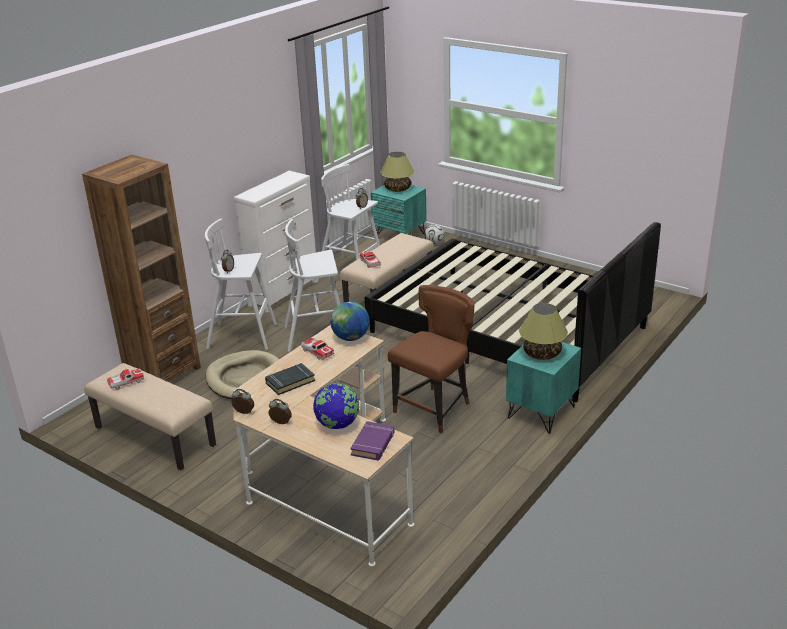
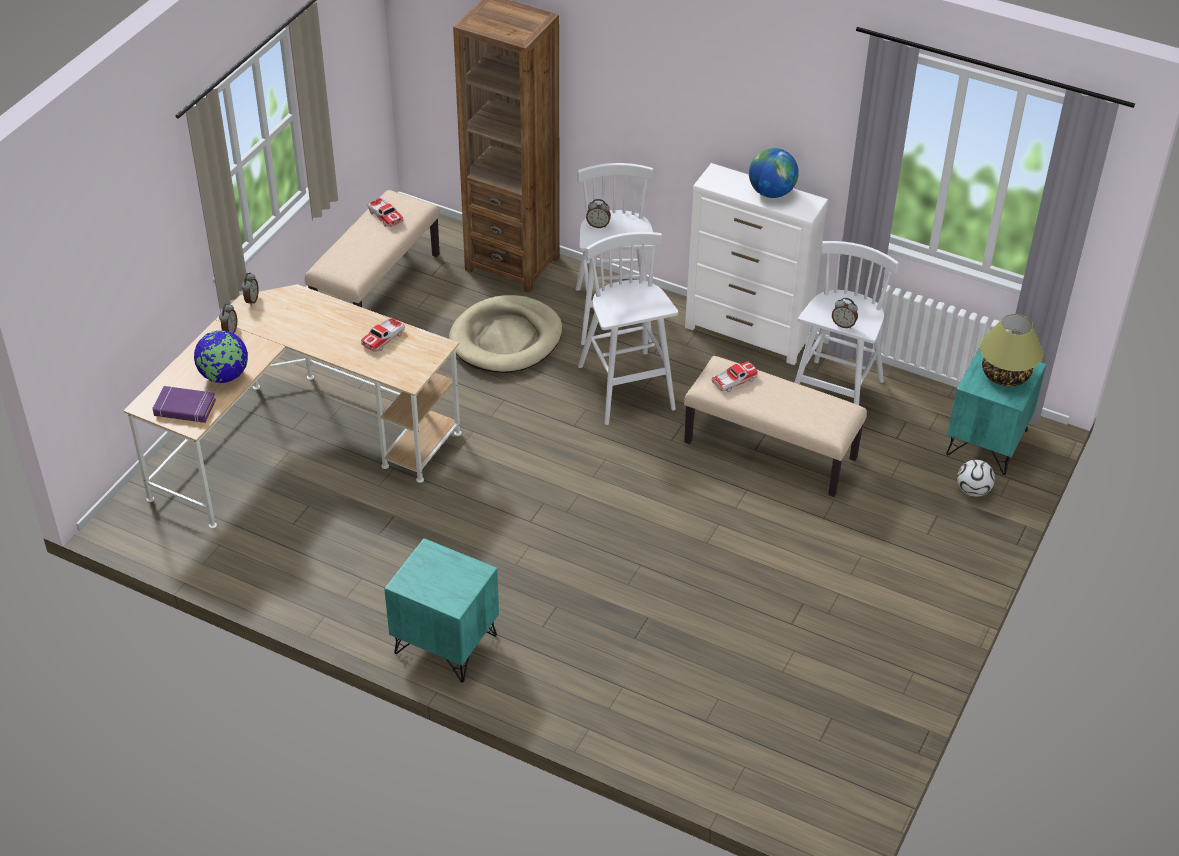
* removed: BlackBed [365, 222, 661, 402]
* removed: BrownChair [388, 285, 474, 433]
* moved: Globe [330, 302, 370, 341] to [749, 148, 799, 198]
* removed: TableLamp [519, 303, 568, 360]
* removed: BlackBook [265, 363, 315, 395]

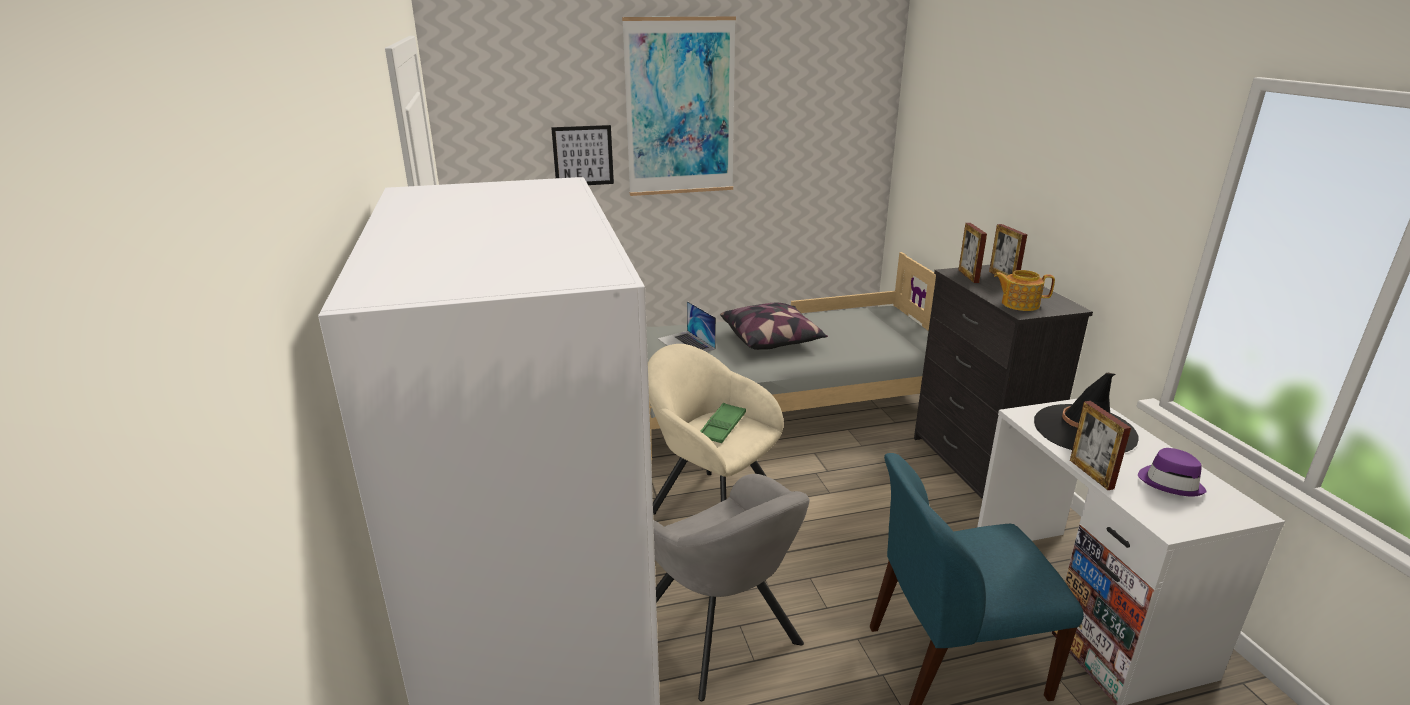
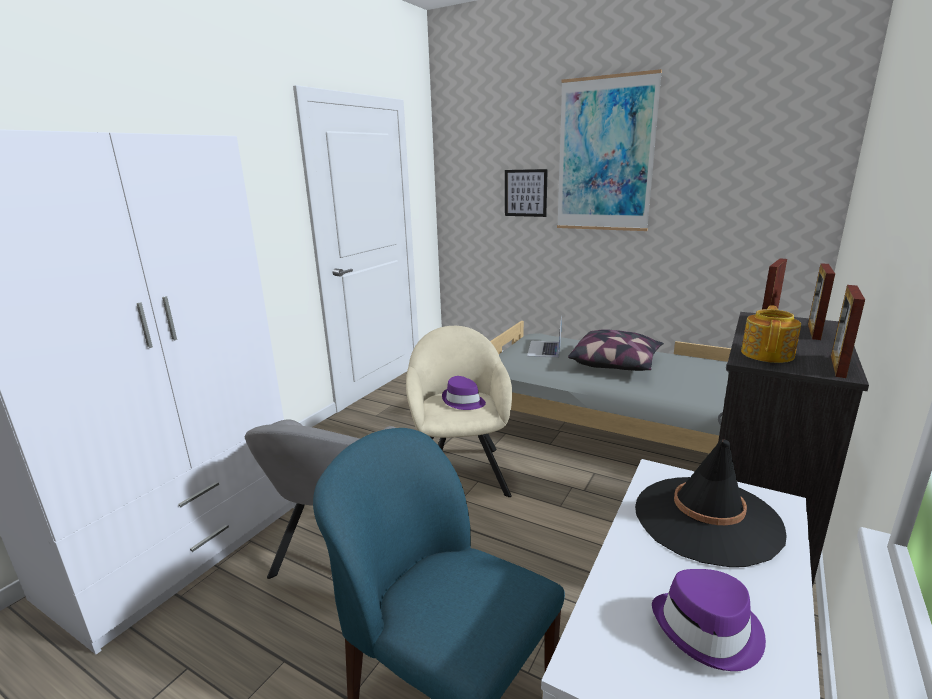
* turned: Teapot [994, 270, 1055, 311] = [741, 305, 801, 363] 60 degrees clockwise
* moved: PictureFrame [1070, 401, 1131, 490] to [831, 285, 865, 378]
* replaced: GreenTray [700, 403, 746, 443] to PurpleHat [442, 376, 486, 410]

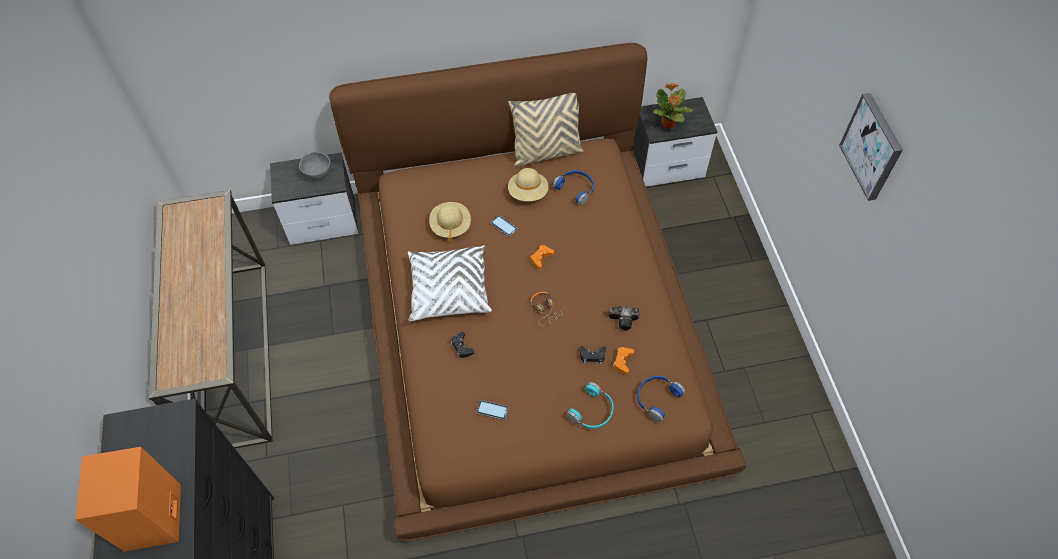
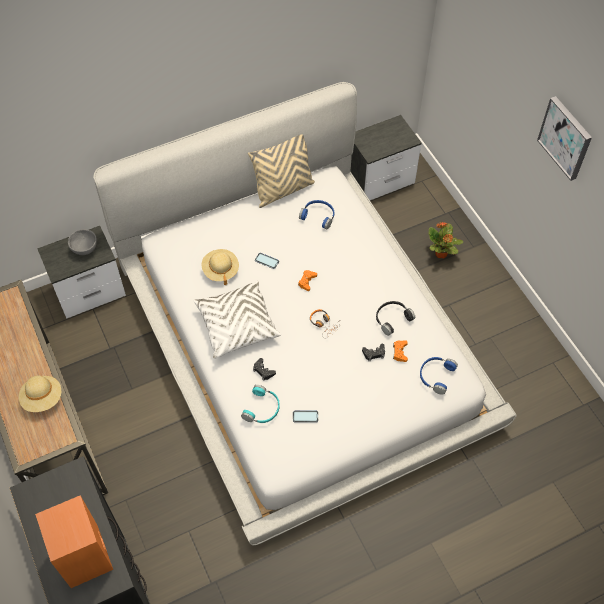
* recoloured: BrownBed [329, 43, 747, 542] to WhiteBed [93, 82, 516, 545]
* moved: PottedPlant [653, 83, 693, 129] to [429, 222, 463, 258]
* moved: BeigeHat [508, 168, 549, 201] to [19, 376, 61, 412]
* replaced: PhotoCamera [609, 306, 640, 330] to BlackHeadphones [376, 301, 415, 336]
* moved: TurquoiseHeadphones [566, 382, 614, 429] to [241, 385, 280, 423]

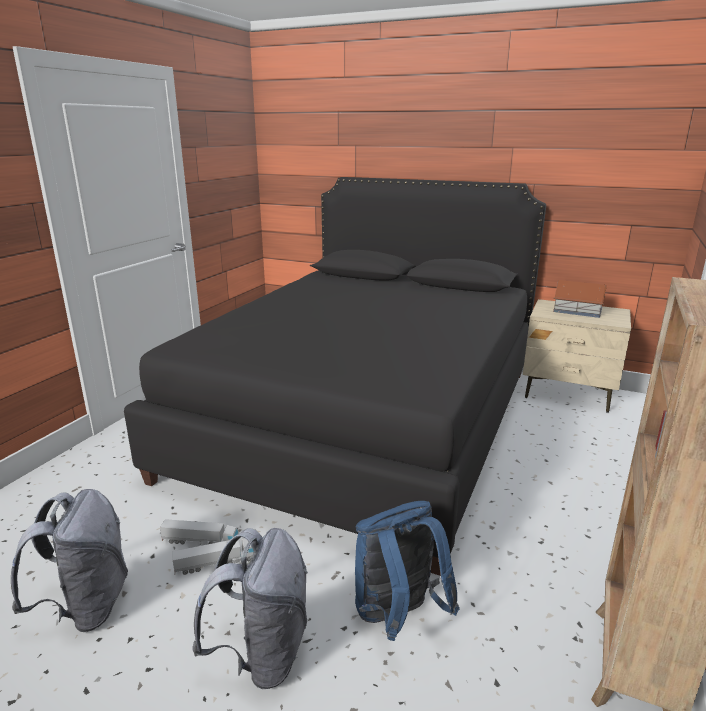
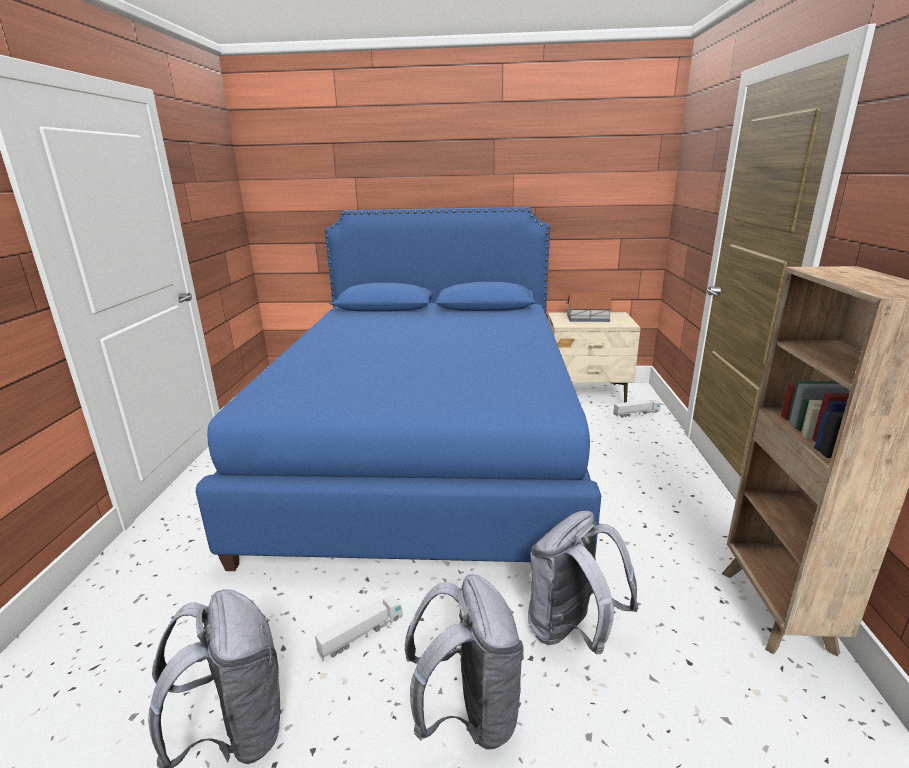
* recoloured: BlackBed [124, 177, 546, 576] to BlueBed [196, 207, 601, 571]
* recoloured: BlueBackpack [355, 501, 460, 641] to GreyBackpack [528, 511, 638, 654]
* moved: ToyTruck [160, 519, 239, 545] to [613, 399, 660, 418]

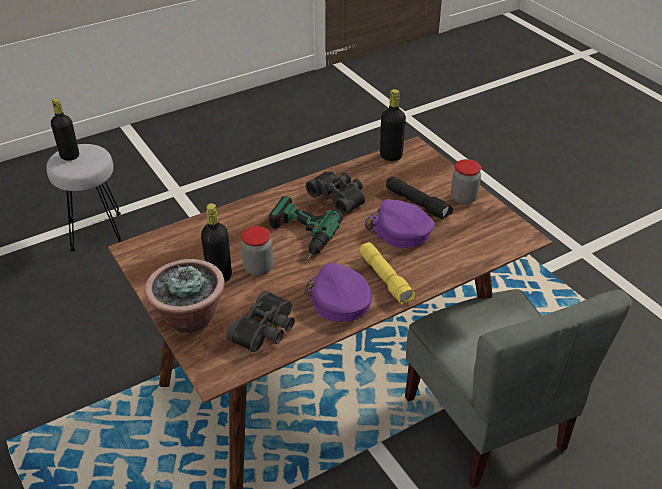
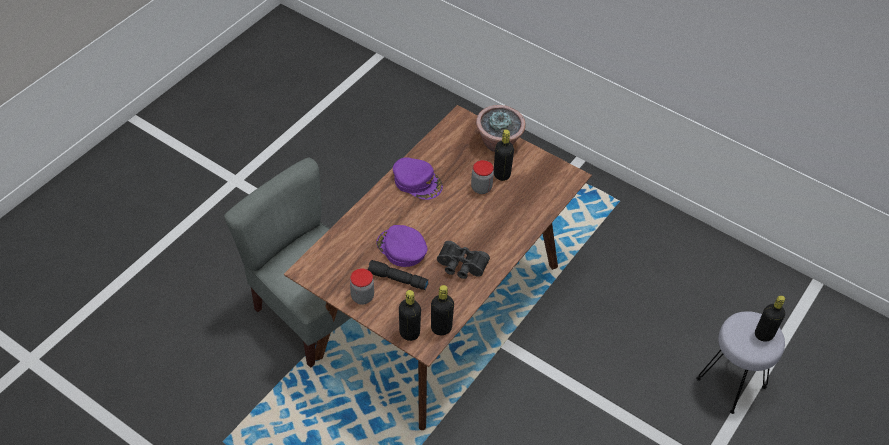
* removed: PowerDrill [269, 196, 343, 264]
* turned: PurpleCap [365, 199, 435, 248] = [376, 225, 428, 267] 150 degrees counterclockwise
* removed: YellowFlashlight [360, 242, 416, 304]
* removed: BlackBinoculars [226, 290, 295, 352]
* added: BlackBottle [399, 290, 421, 341]

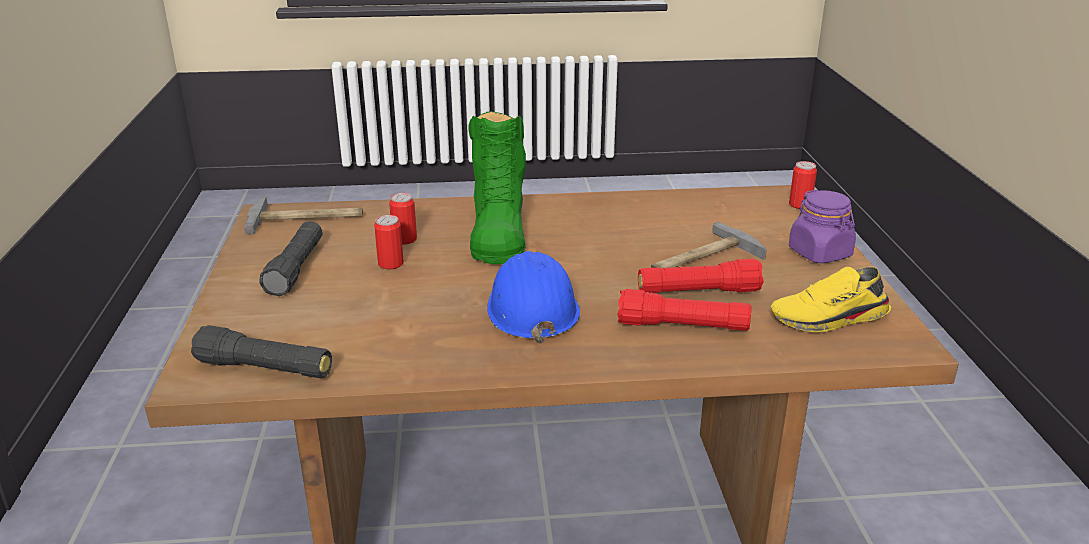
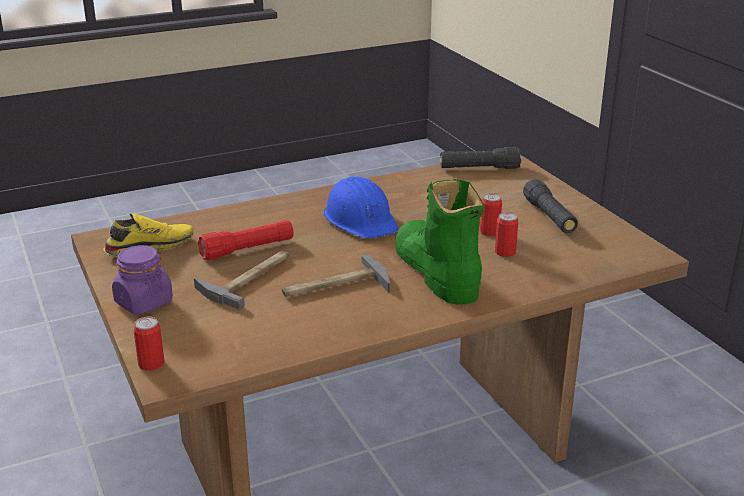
* moved: Hammer [244, 196, 363, 235] to [282, 253, 390, 297]
* removed: RedFlashlight [617, 289, 751, 331]

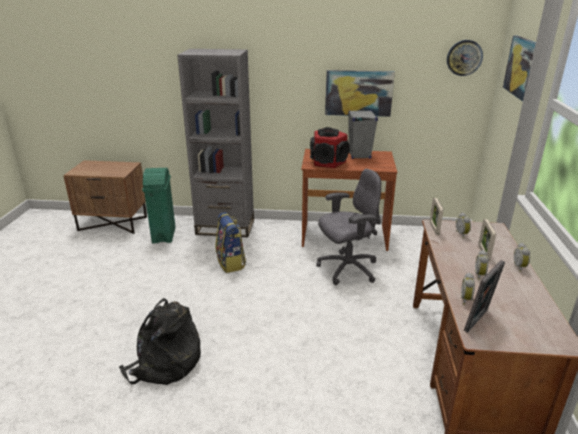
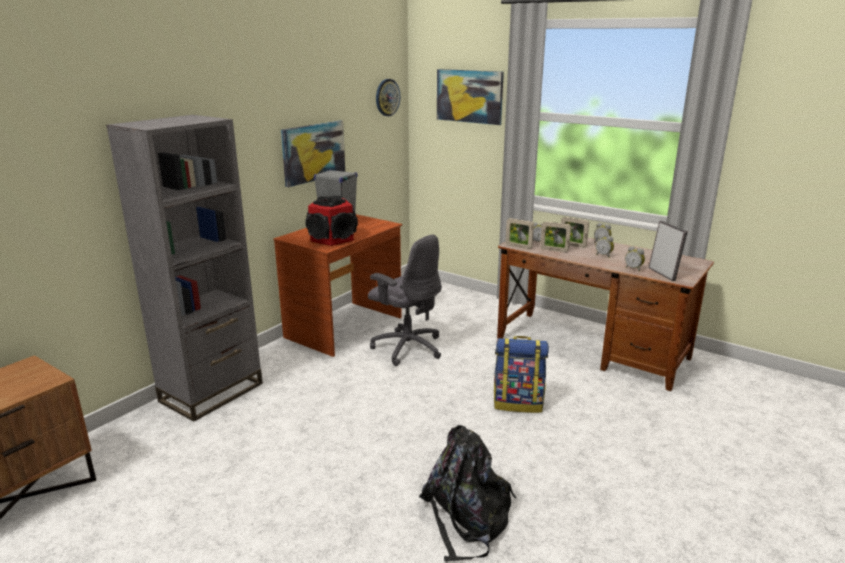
* removed: GreenTrashCan [142, 168, 176, 243]
* turned: GreyOfficeChair [316, 169, 381, 285] = [368, 235, 442, 366] 120 degrees clockwise
* moved: Backpack [216, 212, 246, 273] to [494, 336, 549, 413]
* added: PictureFrame [540, 221, 571, 252]

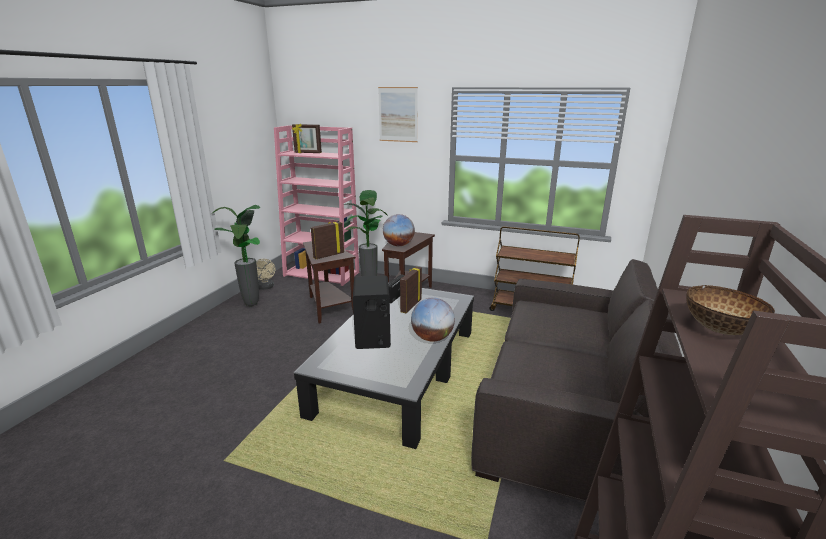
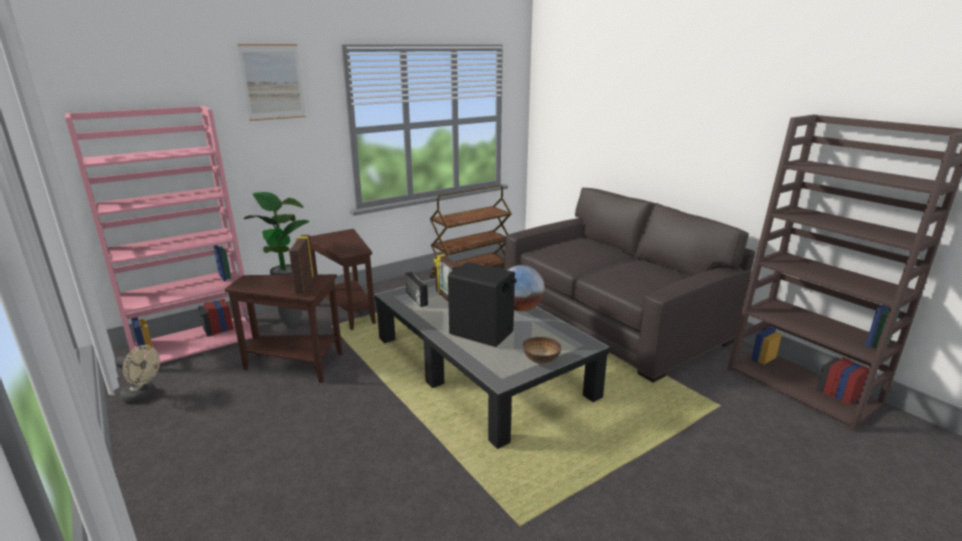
* removed: PictureFrame [292, 123, 322, 153]
* removed: PottedPlant [213, 205, 260, 306]
* removed: Globe [383, 214, 415, 246]
* moved: Bowl [686, 285, 775, 335] to [523, 337, 562, 364]

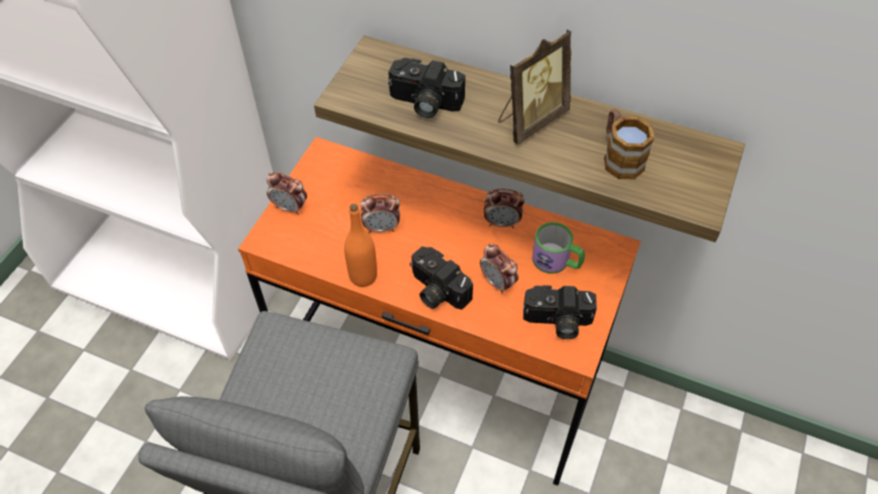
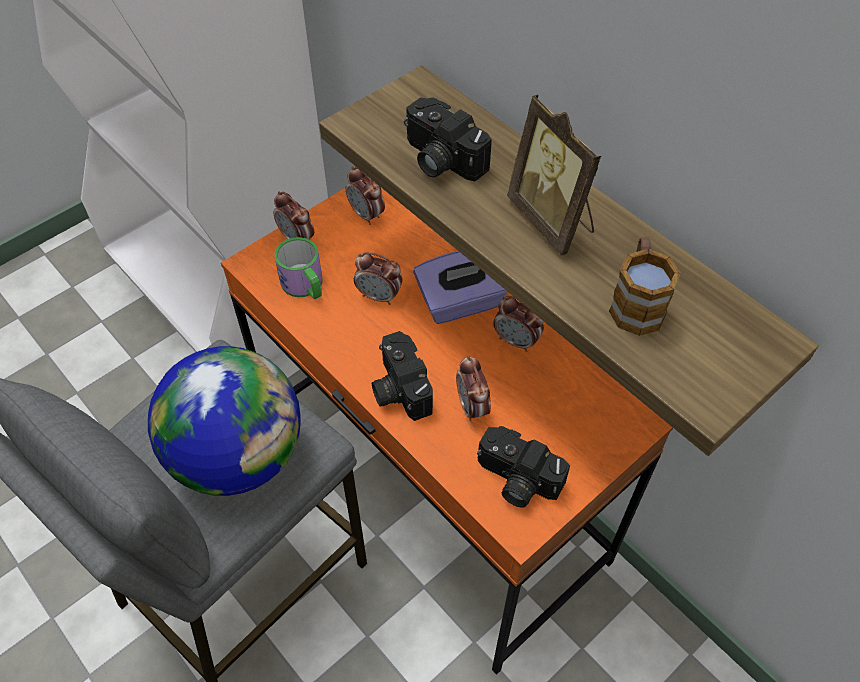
* turned: PictureFrame [498, 30, 571, 145] = [507, 95, 601, 255] 75 degrees clockwise
* removed: OrangeBottle [344, 204, 377, 287]
* moved: Mug [532, 222, 585, 274] to [275, 237, 323, 299]
* added: AlarmClock [346, 166, 385, 225]
* added: PurpleTissueBox [413, 251, 508, 324]
* added: Globe [148, 346, 301, 496]

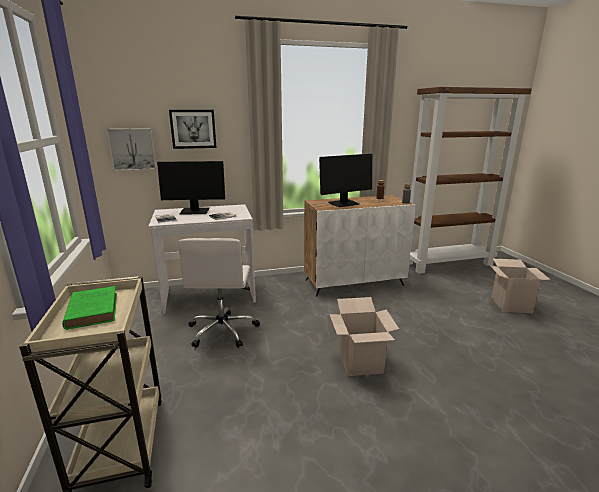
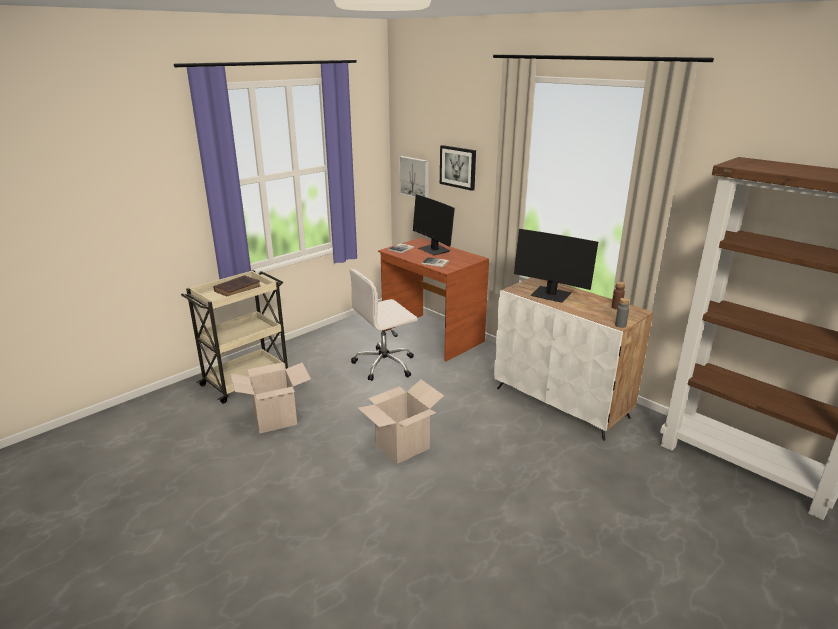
* recoloured: WhiteDesk [148, 204, 256, 314] to BrownDesk [378, 238, 489, 361]
* moved: CardboardBox [490, 259, 551, 313] to [230, 362, 311, 433]
* recoloured: GreenBook [62, 286, 117, 330] to BrownBook [214, 275, 261, 297]

